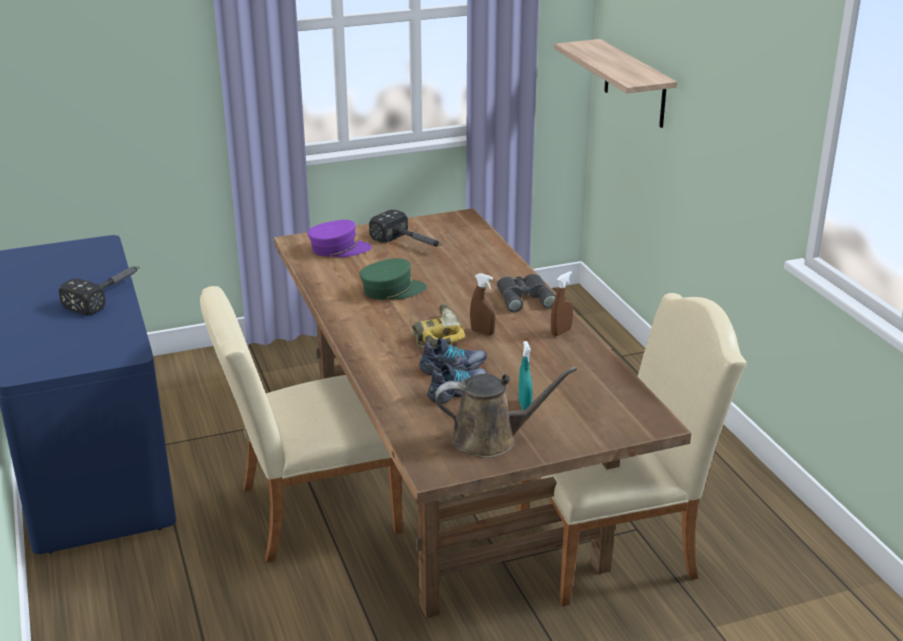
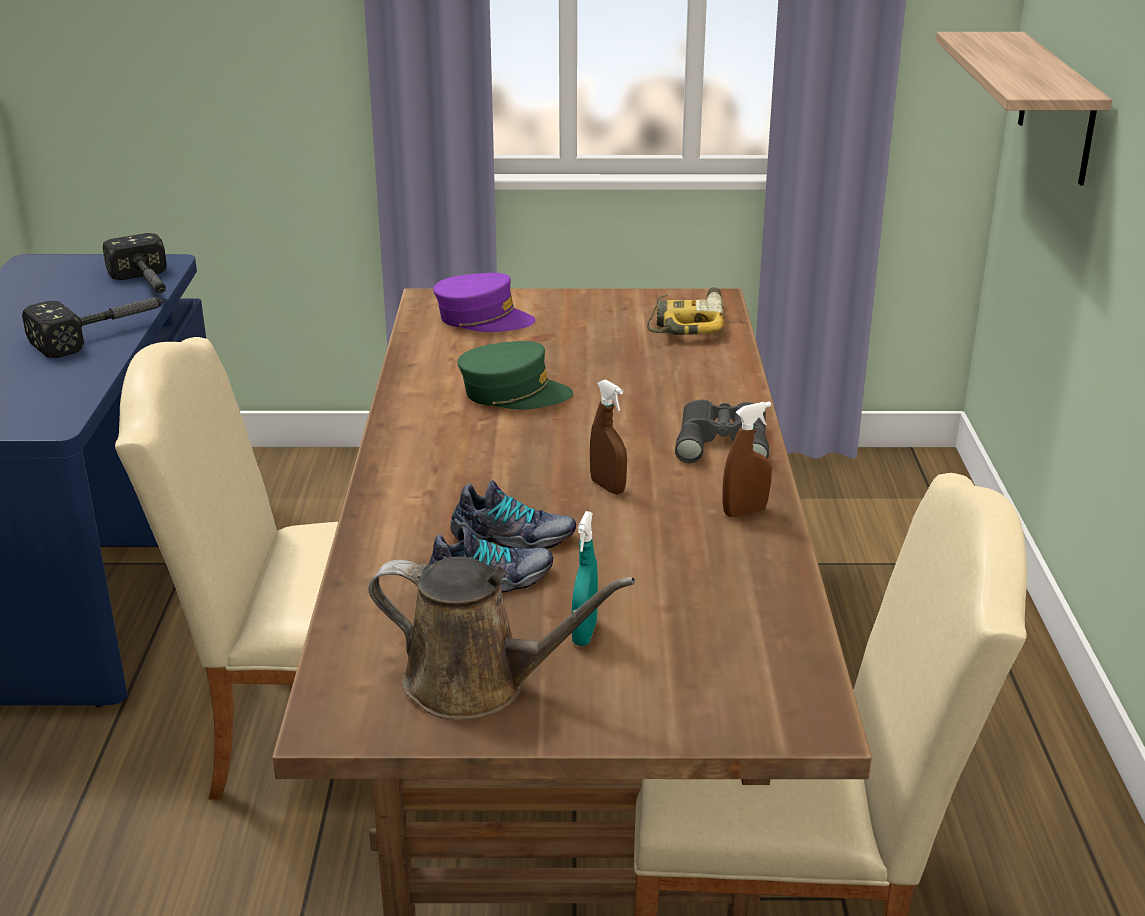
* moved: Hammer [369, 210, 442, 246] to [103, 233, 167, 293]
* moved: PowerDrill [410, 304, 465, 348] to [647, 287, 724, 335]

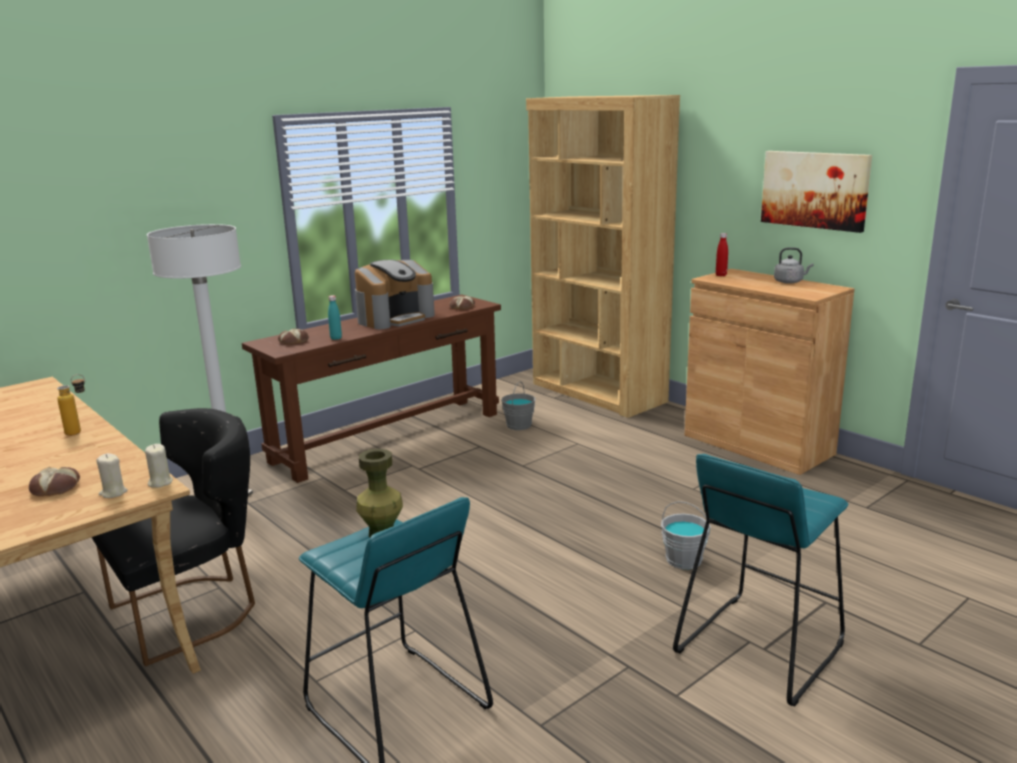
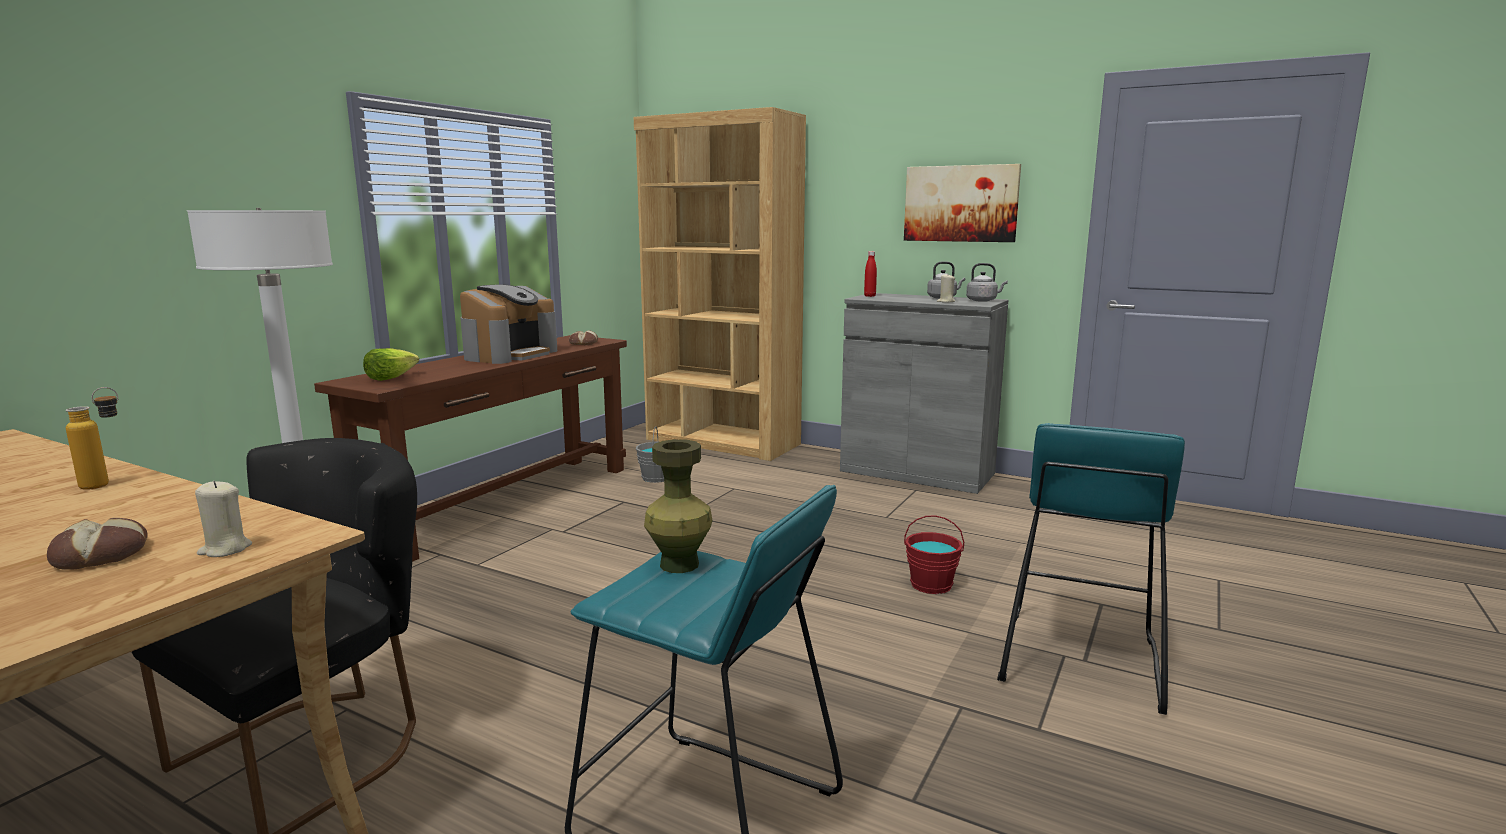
* recoloured: BrownCabinet [685, 269, 855, 475] to GreyCabinet [840, 293, 1009, 494]
* removed: TurquoiseBottle [328, 295, 342, 340]
* replaced: Bread [278, 329, 309, 345] to Lettuce [363, 348, 419, 381]
* moved: BeigeCandle [145, 444, 173, 488] to [937, 275, 955, 303]
* recoloured: GreyBucket [661, 501, 711, 569] to RedBucket [904, 515, 964, 594]
* added: GreyKettle [966, 263, 1008, 302]

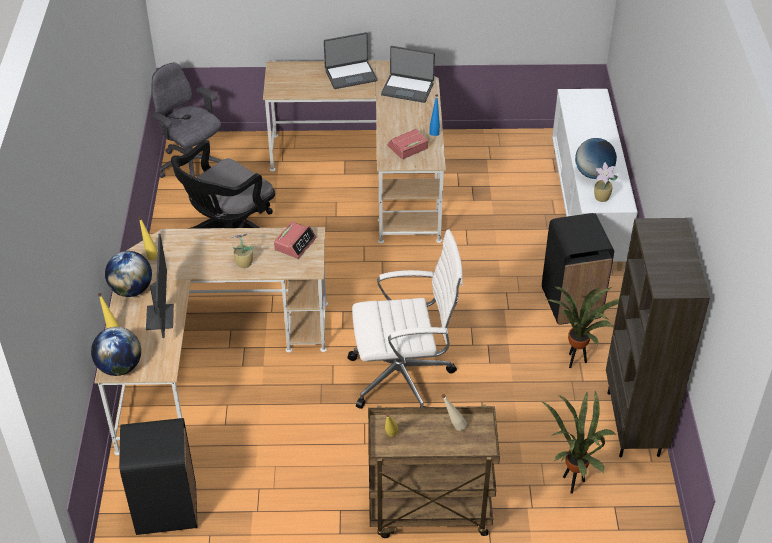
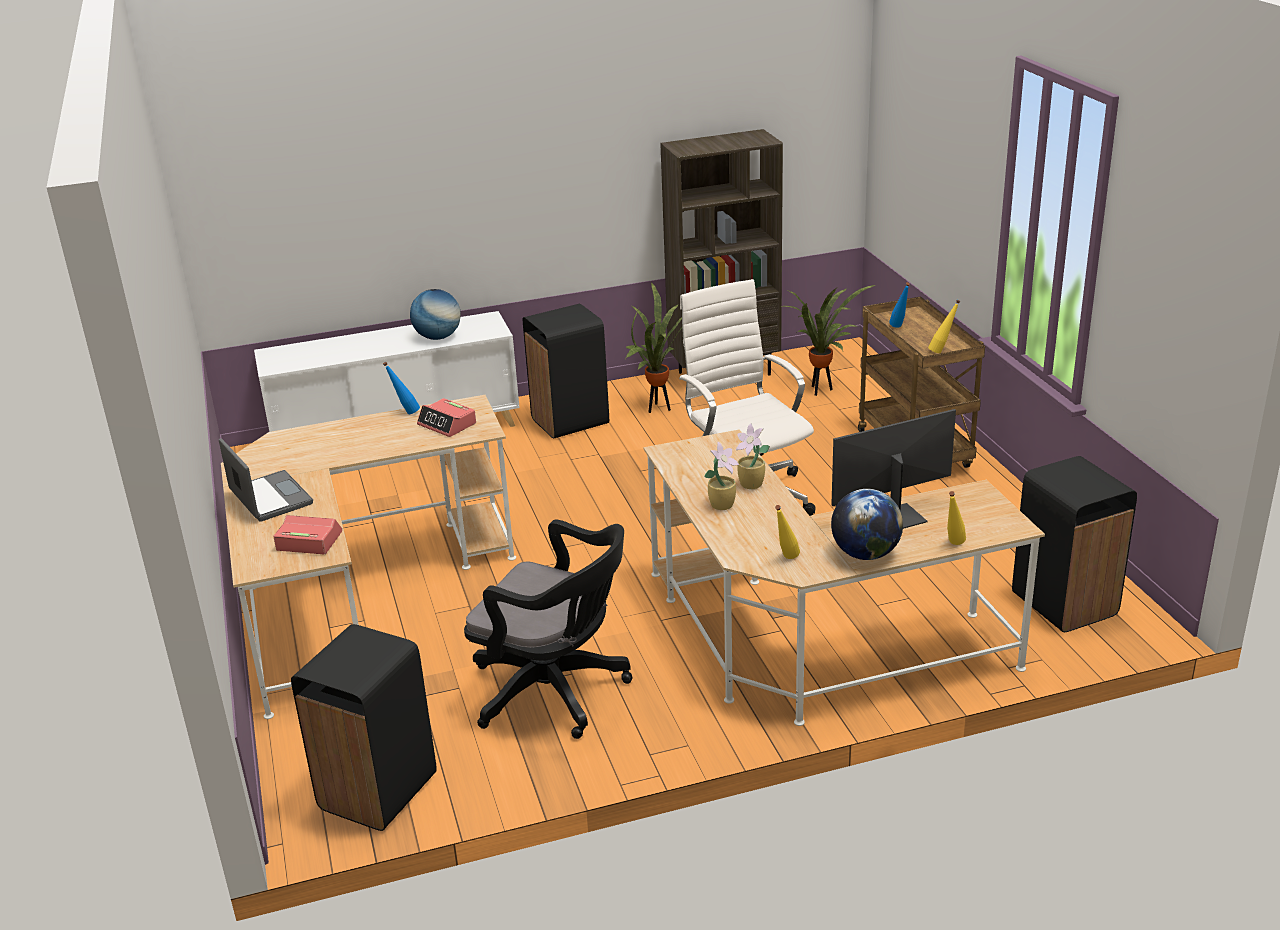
* removed: Laptop [381, 46, 435, 103]
* replaced: GreyOfficeChair [151, 63, 222, 178] to BlackTrashCan [291, 624, 437, 831]
* moved: PottedPlant [594, 162, 618, 202] to [704, 442, 739, 510]
* moved: AlarmClock [274, 222, 317, 259] to [273, 515, 342, 554]
* removed: Globe [91, 327, 141, 376]
* recoloured: BeigeBottle [442, 394, 467, 431] to BlueBottle [889, 282, 910, 328]

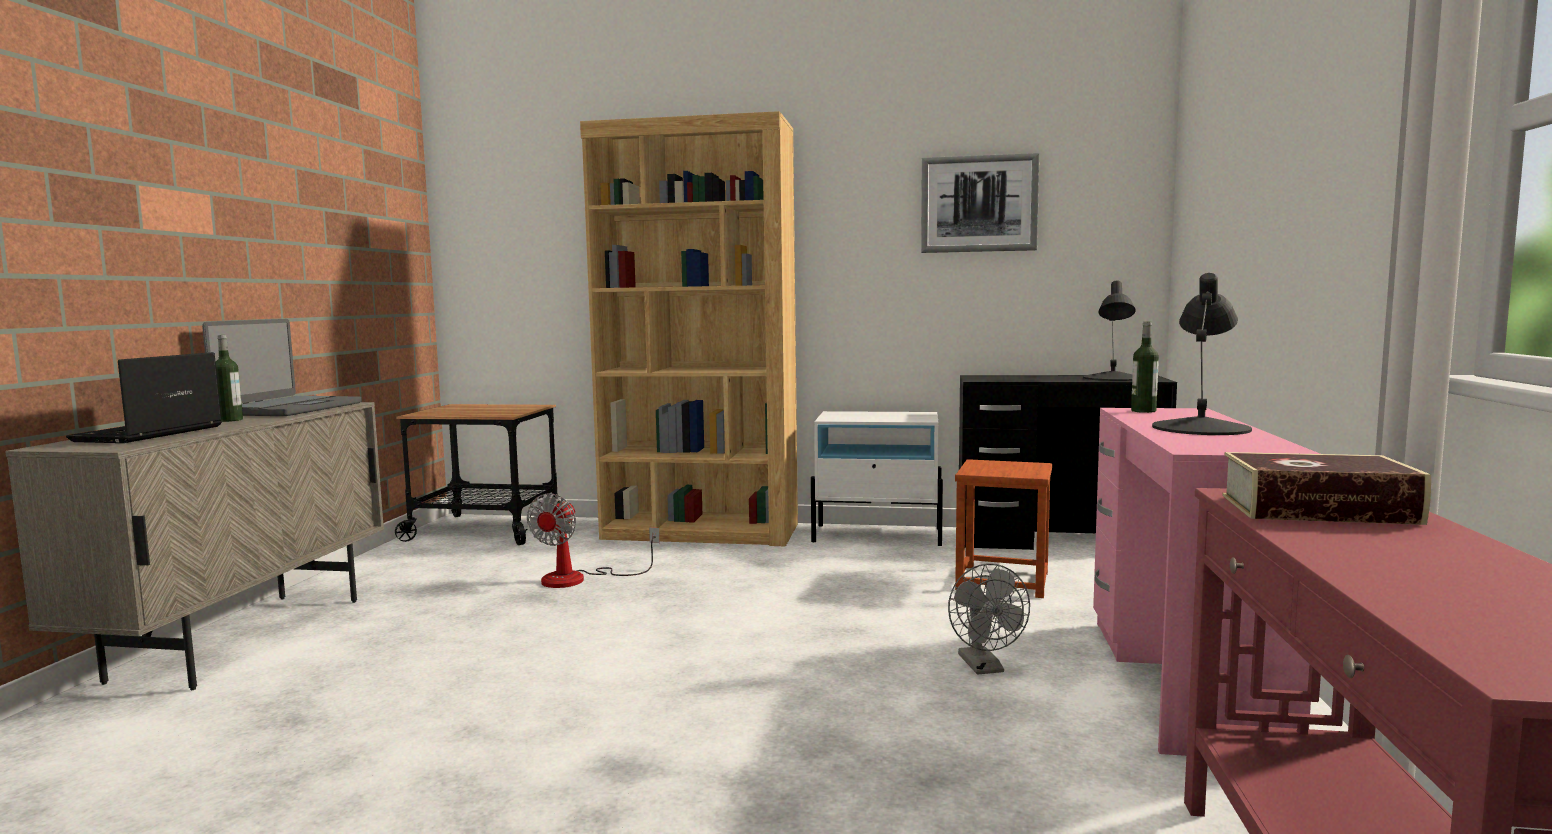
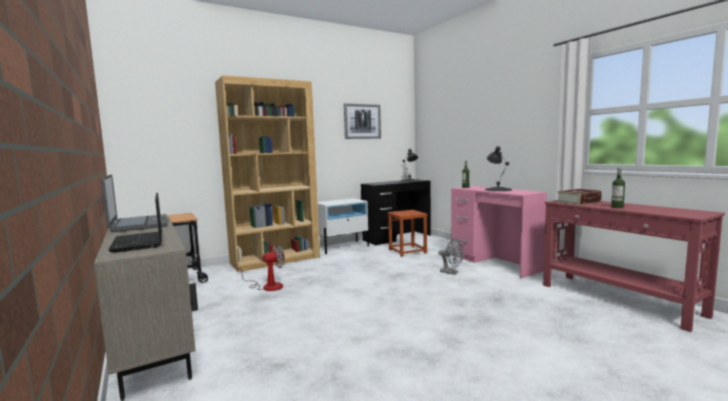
* moved: Bottle [216, 335, 243, 422] to [611, 168, 625, 208]
* turned: Fan [527, 493, 660, 588] = [237, 245, 285, 291] 90 degrees counterclockwise

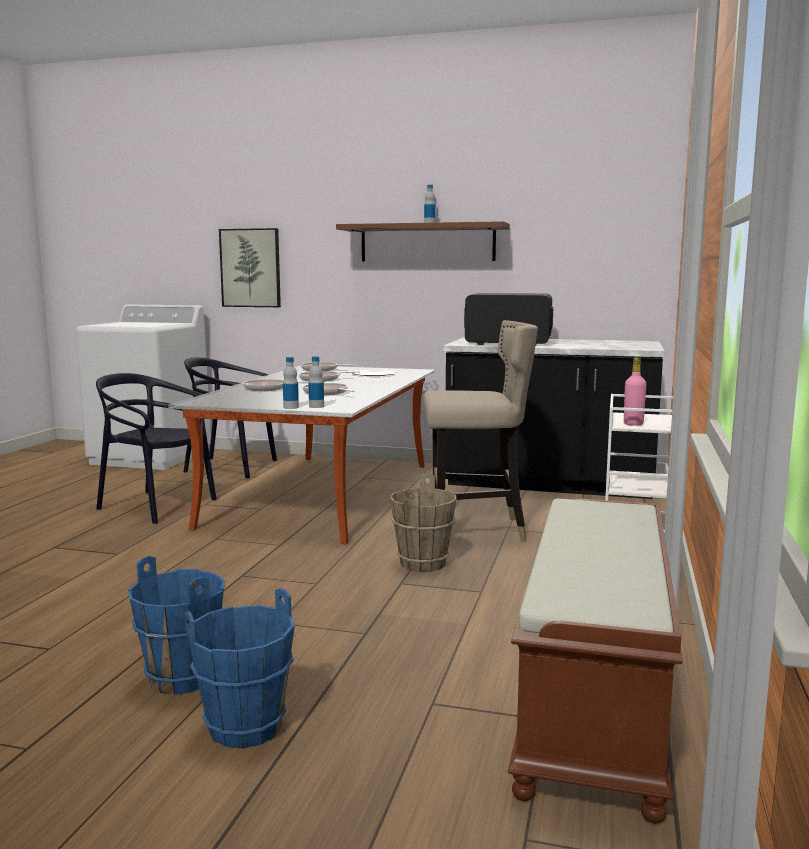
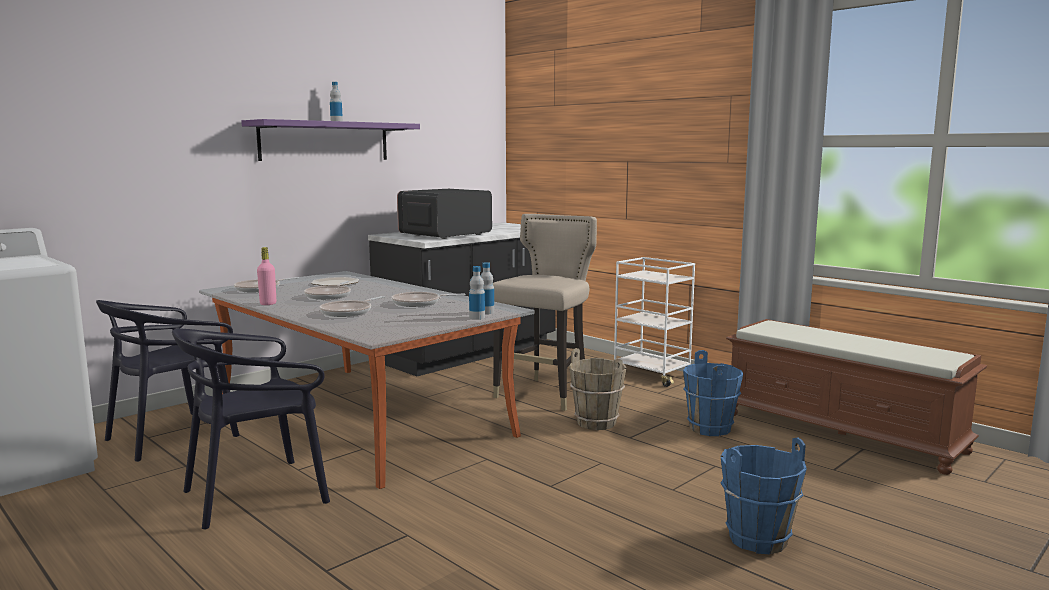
* recoloured: BrownShelf [336, 221, 510, 262] to PurpleShelf [241, 119, 420, 161]
* removed: Picture [219, 228, 281, 307]
* moved: PinkBottle [624, 358, 647, 426] to [257, 247, 276, 305]
* moved: BlueBucket [185, 588, 295, 748] to [683, 350, 743, 436]

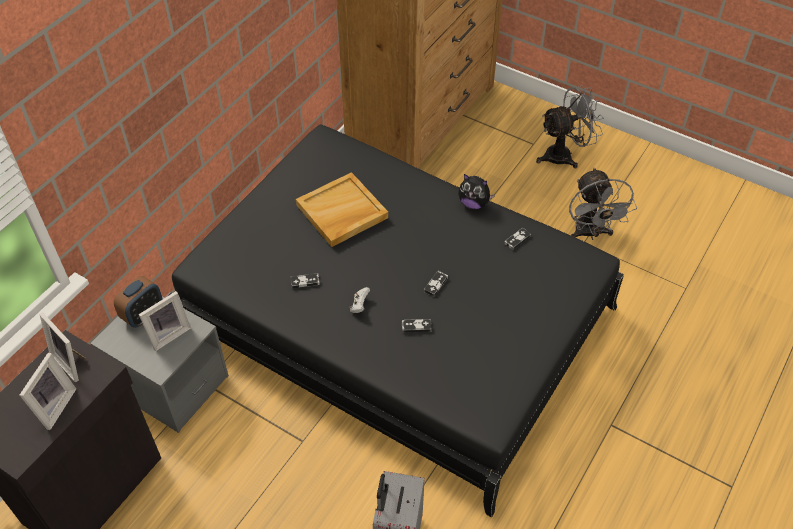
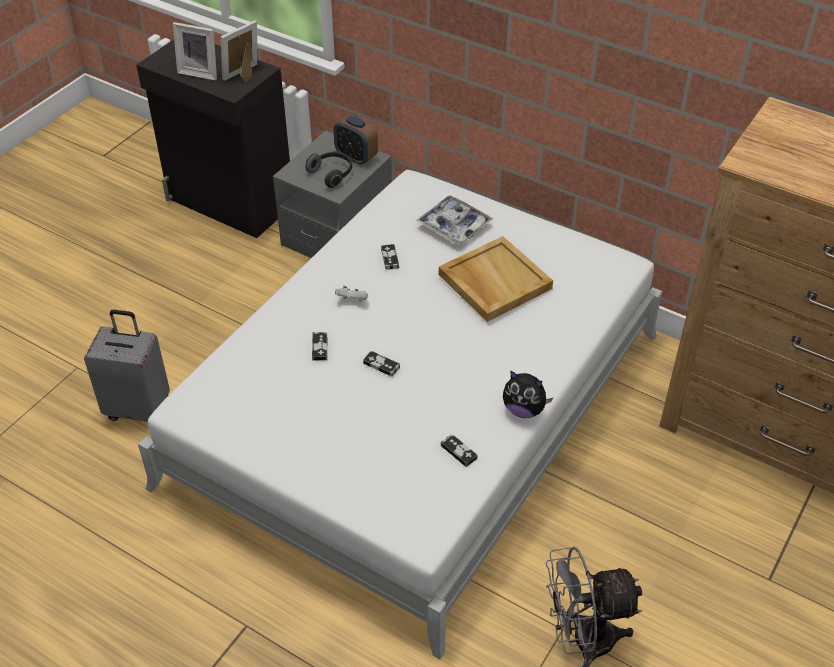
* removed: GreyFan [536, 86, 604, 168]
* recoloured: BlackBed [165, 125, 624, 517] to WhiteBed [138, 170, 662, 659]
* turned: PlushToy [458, 174, 495, 209] = [503, 371, 553, 418] 90 degrees counterclockwise
* replaced: PictureFrame [139, 291, 191, 351] to Headphones [305, 151, 352, 188]
* added: Tray [416, 195, 493, 245]

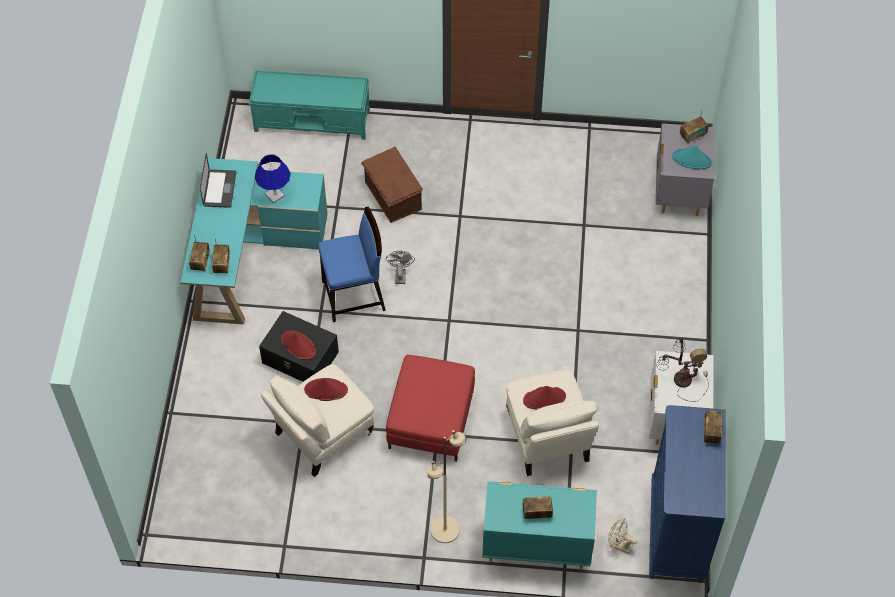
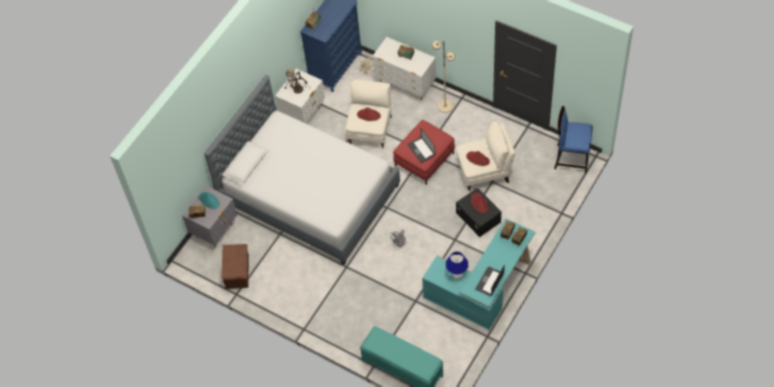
* moved: BrownStorageBox [361, 147, 423, 223] to [222, 244, 249, 289]
* moved: BlueChair [318, 207, 386, 322] to [554, 106, 593, 173]
* recoloured: TurquoiseDresser [482, 481, 597, 569] to WhiteDresser [373, 37, 436, 100]
* added: Bed [204, 75, 400, 265]
* added: Laptop [408, 128, 435, 163]

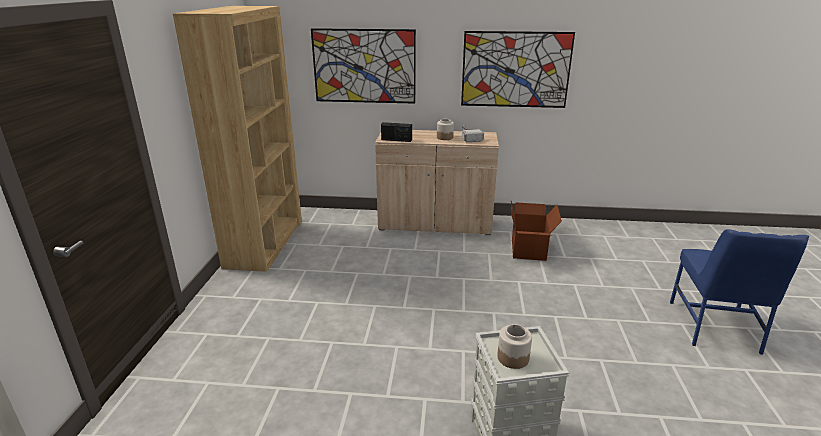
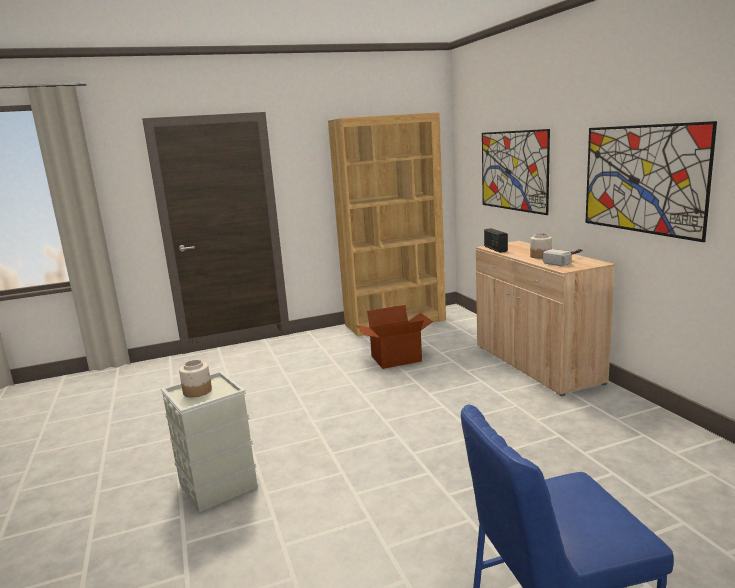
* moved: CardboardBox [511, 201, 562, 261] to [355, 305, 433, 369]

